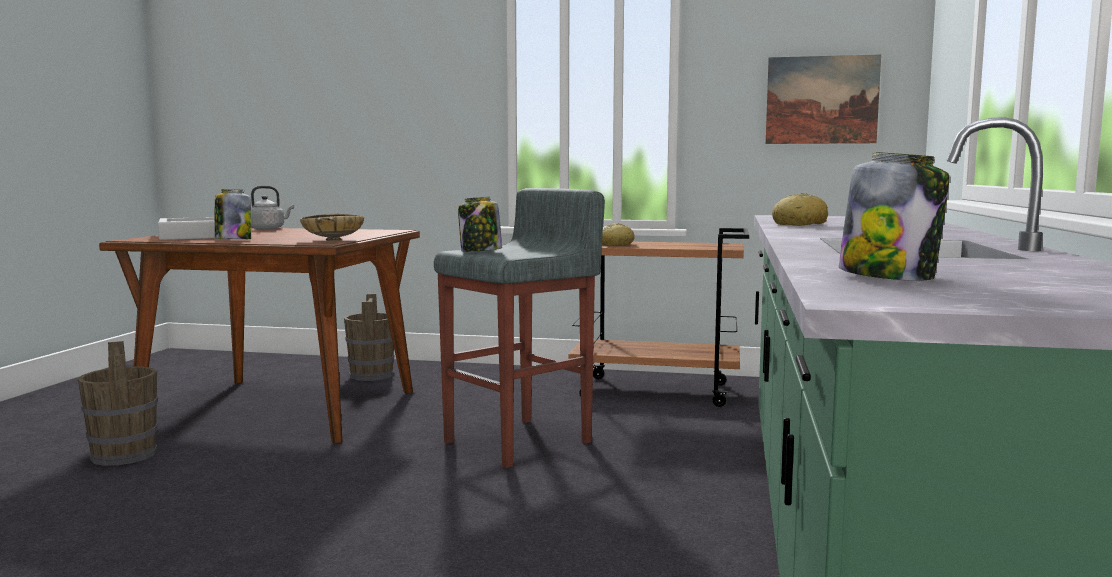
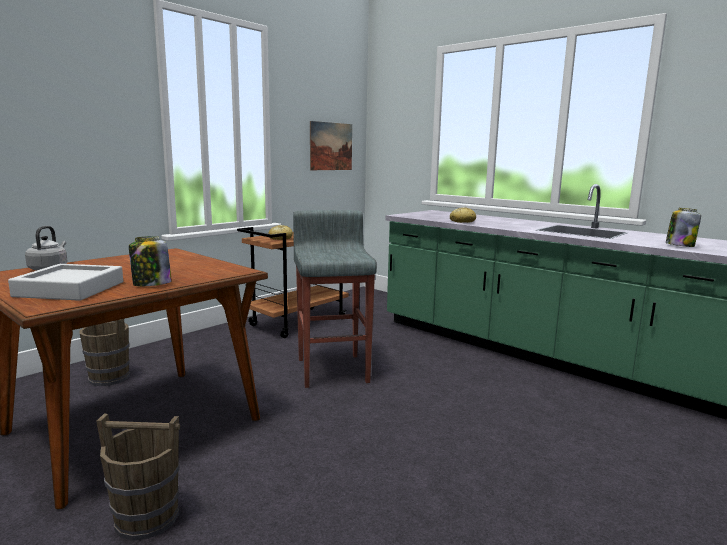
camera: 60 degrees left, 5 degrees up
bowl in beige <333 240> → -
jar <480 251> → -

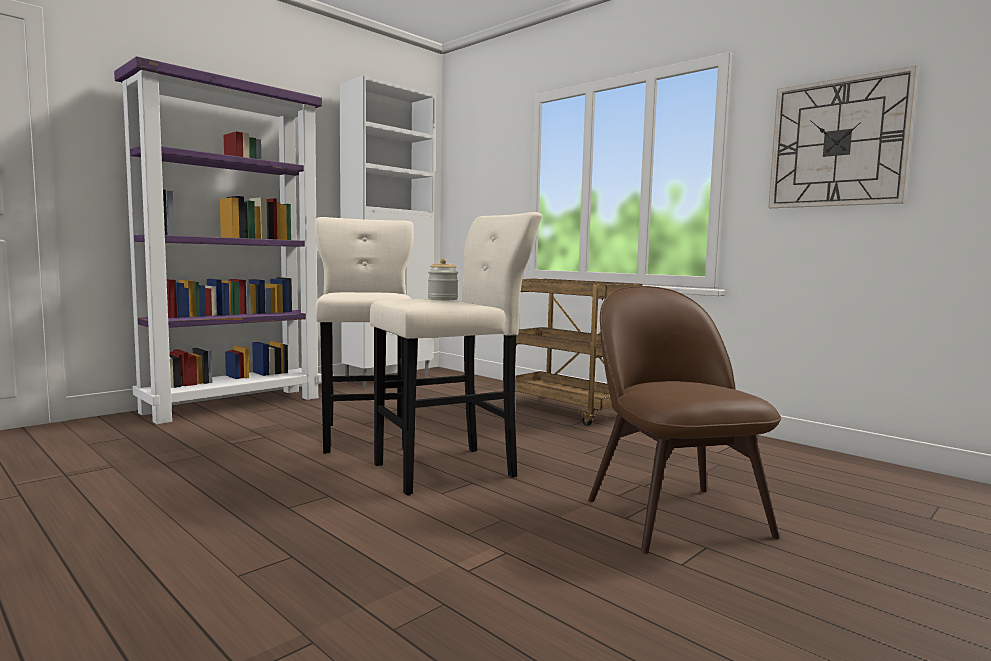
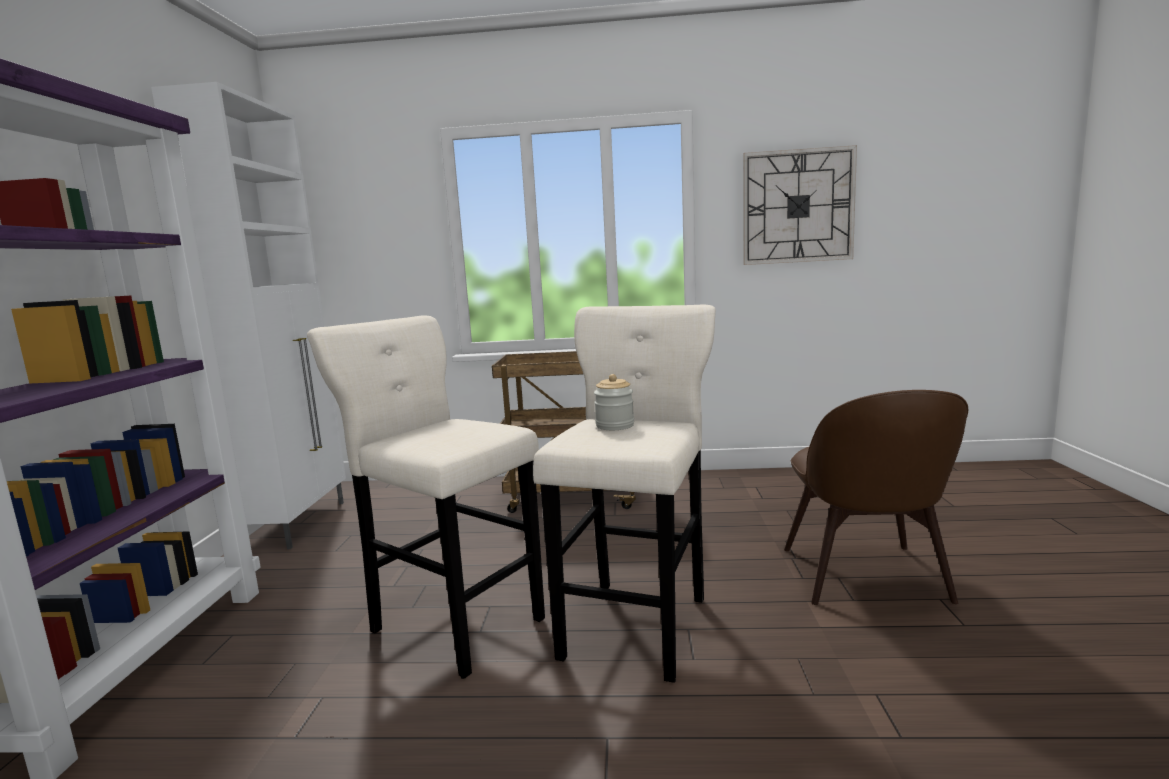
camera: 40 degrees left, 5 degrees up
chair in brown <673 514> → chair in brown <865 577>, 120 degrees counterclockwise

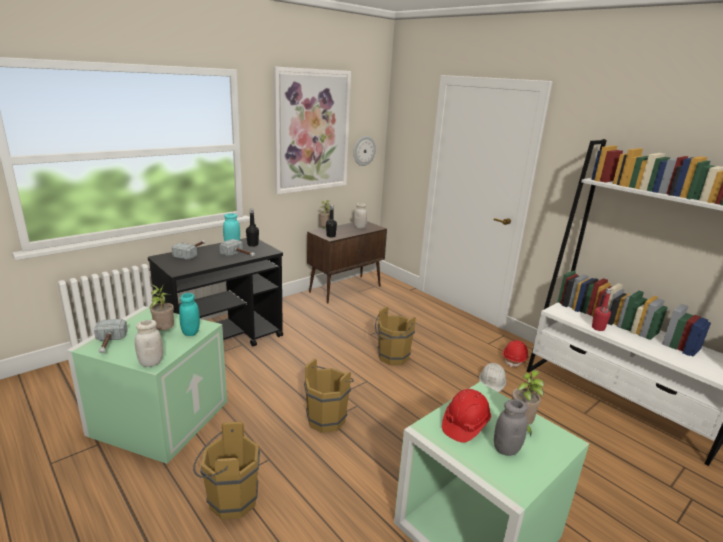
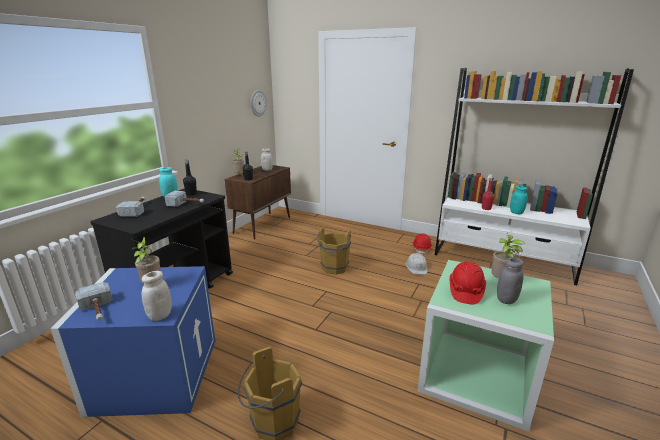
camera: 20 degrees left, 0 degrees up
picture <312 131> → -
bucket in brown <328 418> → -
jar in turquoise <191 332> → jar in turquoise <516 212>, moved
storage box in green <159 416> → storage box in blue <155 373>

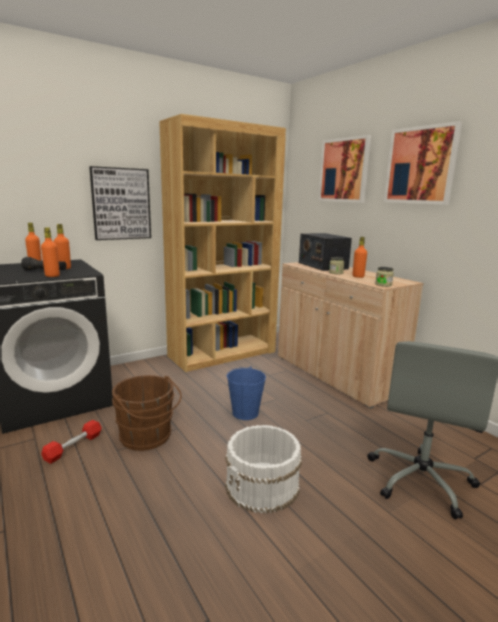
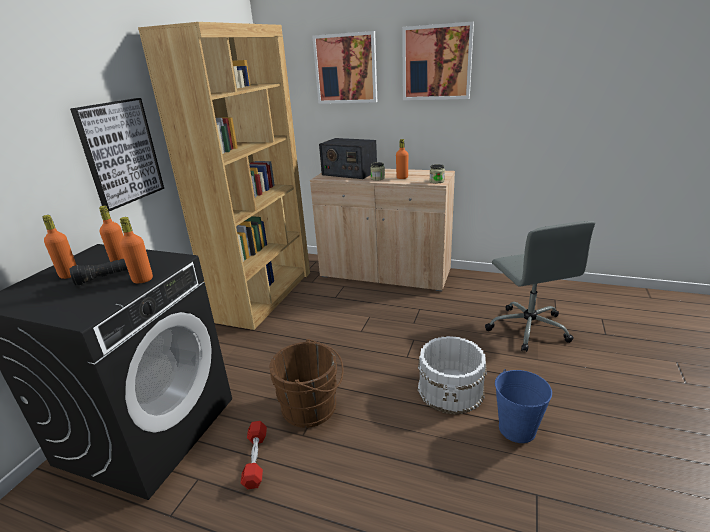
camera: 35 degrees left, 10 degrees up
bucket in blue <245 413> → bucket in blue <517 428>, moved

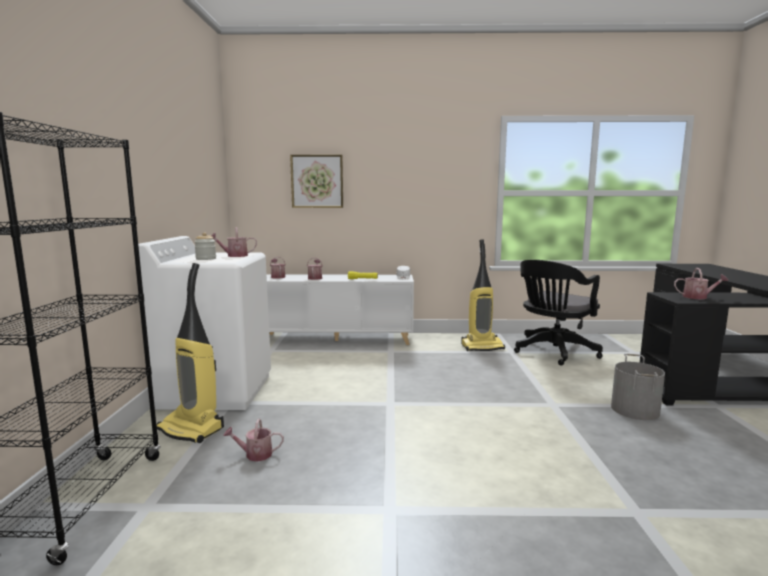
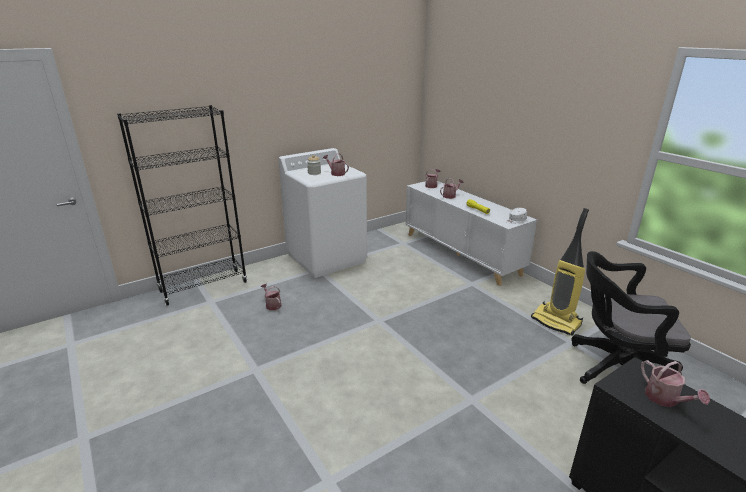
camera: 55 degrees right, 15 degrees up
vacuum cleaner <192 429> → -
picture <317 181> → -
bucket in grey <635 410> → -

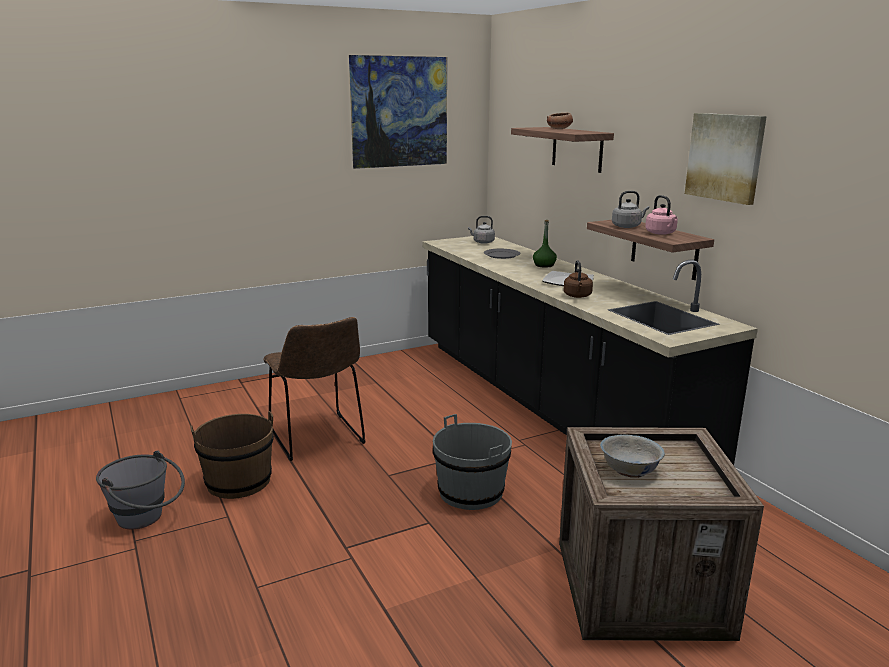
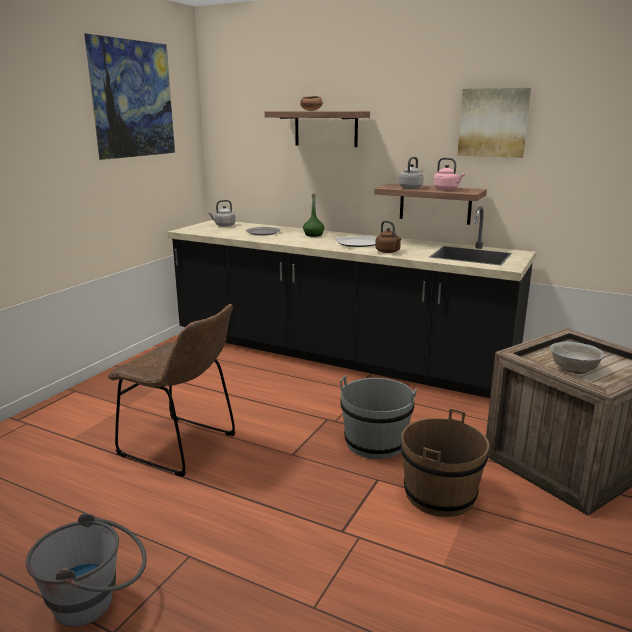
camera: 35 degrees left, 0 degrees up
bucket in brown <238 481> → bucket in brown <439 494>, moved

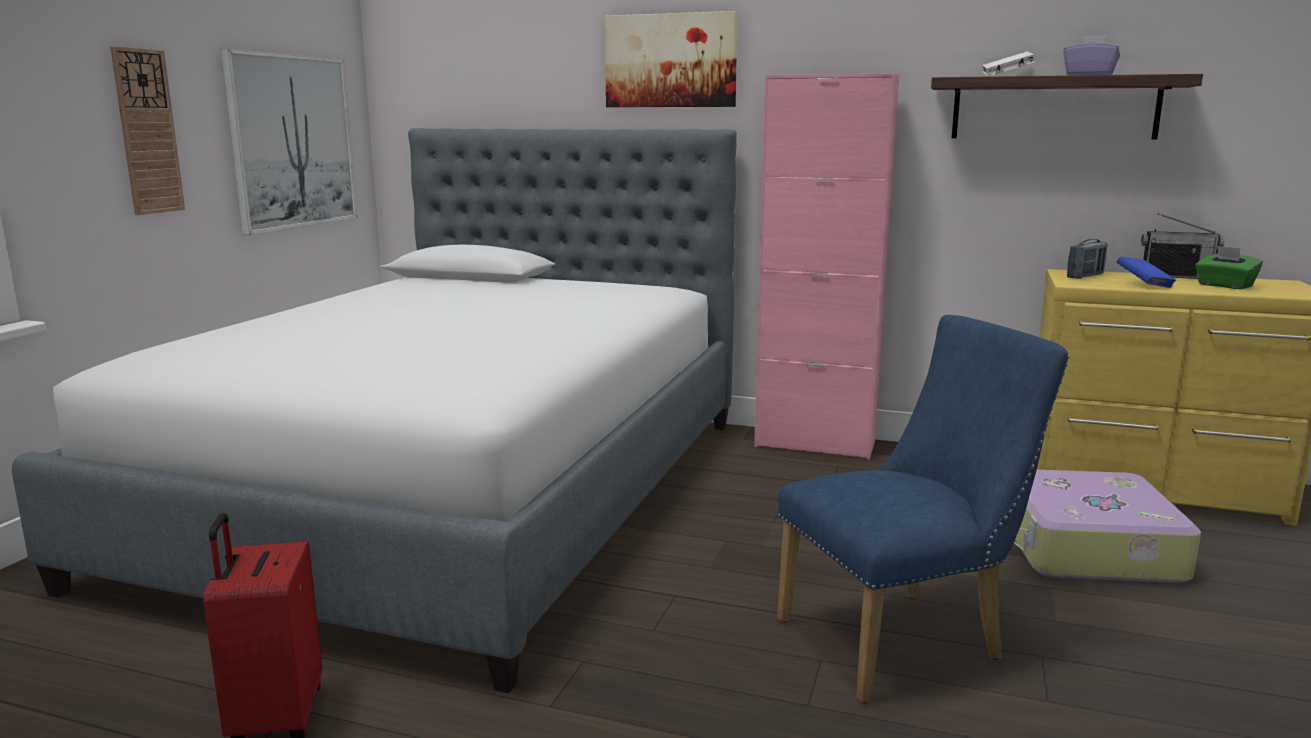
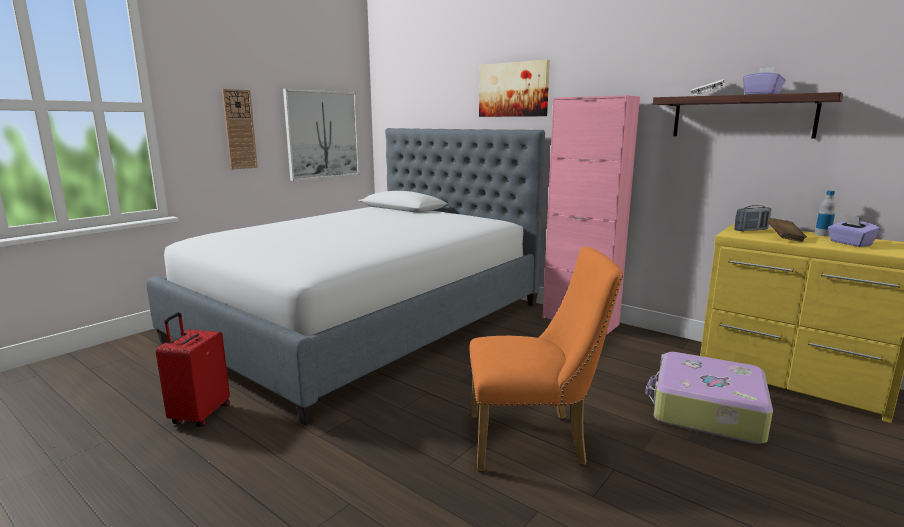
camera: 20 degrees right, 0 degrees up
radio <1176 276> → bottle <822 234>
chair in blue <903 639> → chair in orange <534 441>
book in blue <1143 285> → book in brown <784 238>
tissue box in green <1224 286> → tissue box in purple <850 243>

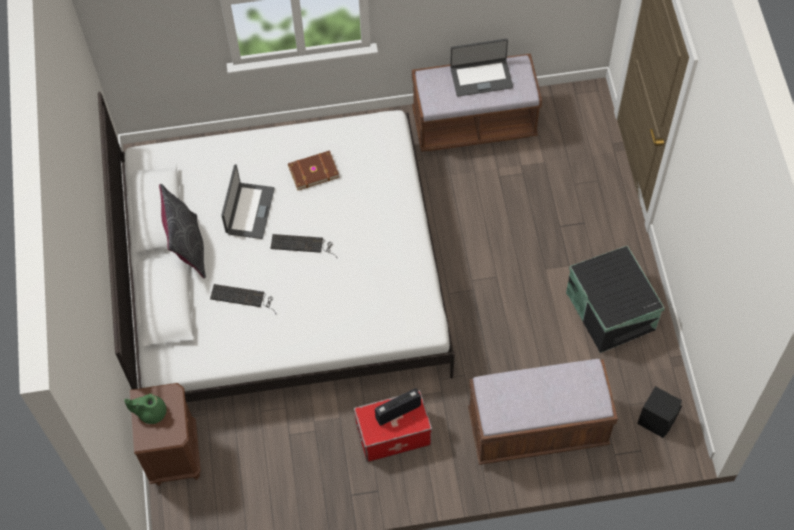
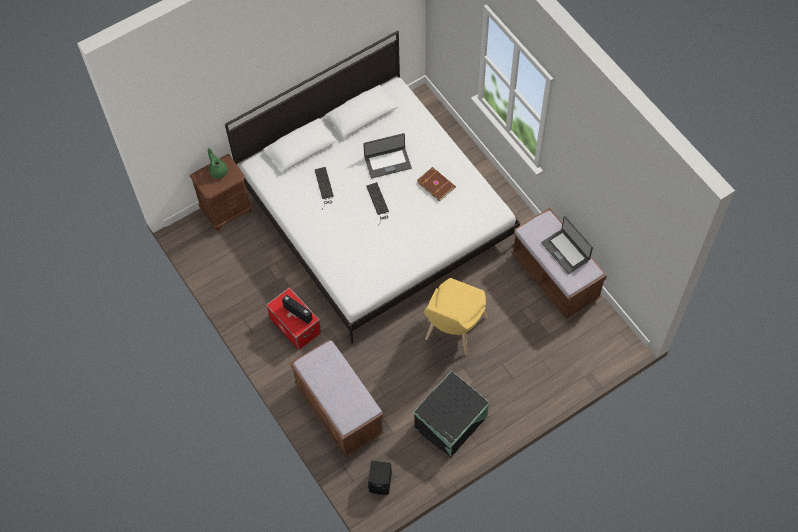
camera: 65 degrees right, 0 degrees up
pillow in grey <188 248> → -
- → chair in yellow <453 331>

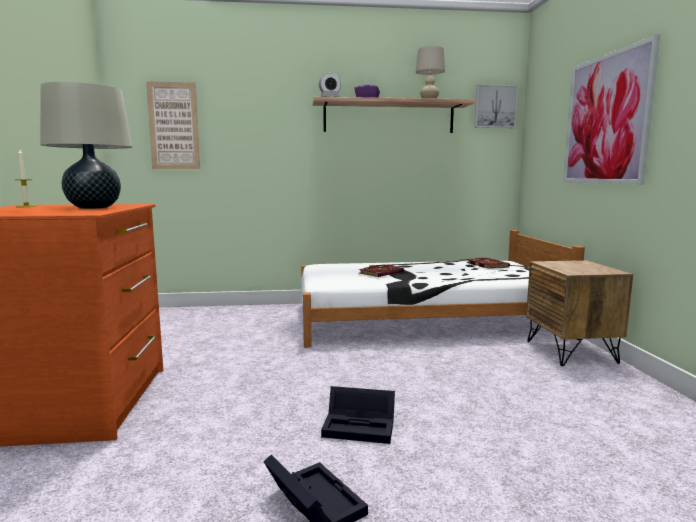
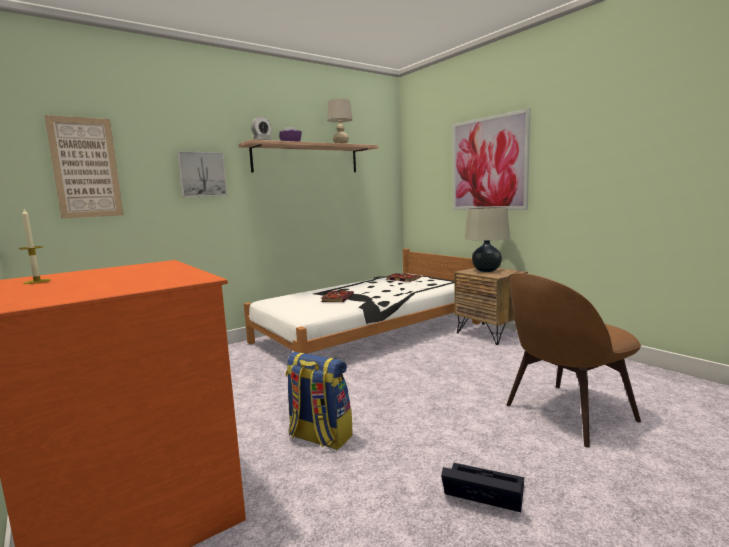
camera: 30 degrees left, 0 degrees up
storage box in black <361 426> → -
- → backpack <319 437>
- → chair in brown <566 414>
table lamp in beige <93 207> → table lamp in beige <486 270>, moved
picture <494 107> → picture <202 174>, moved

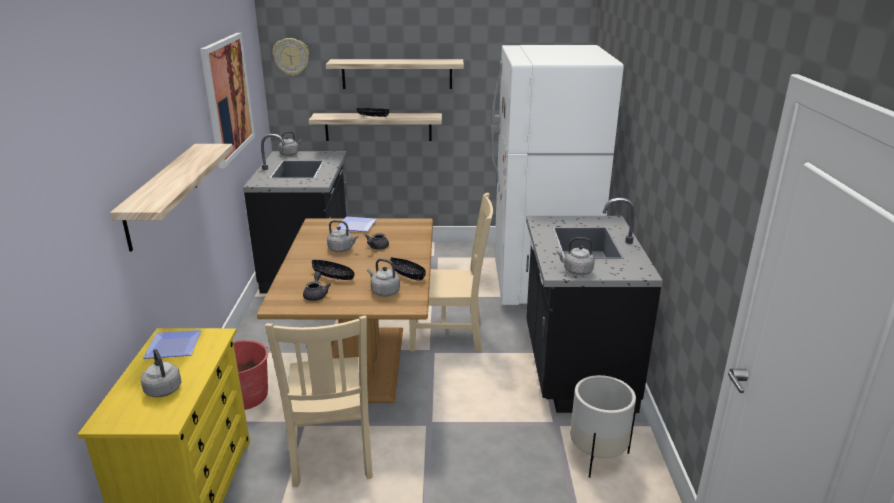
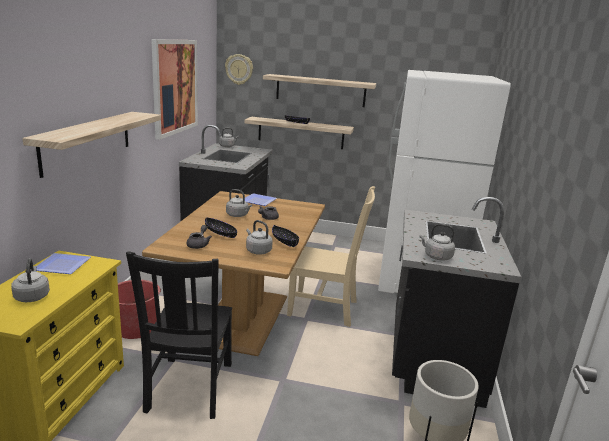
camera: 10 degrees right, 5 degrees down
chair in beige <332 452> → chair in black <189 389>

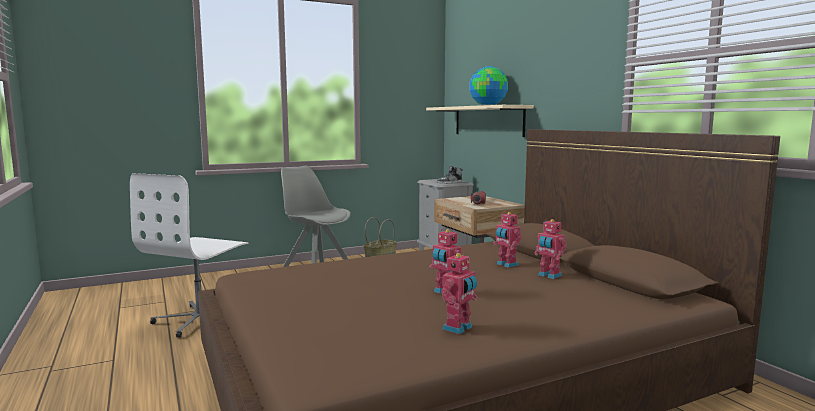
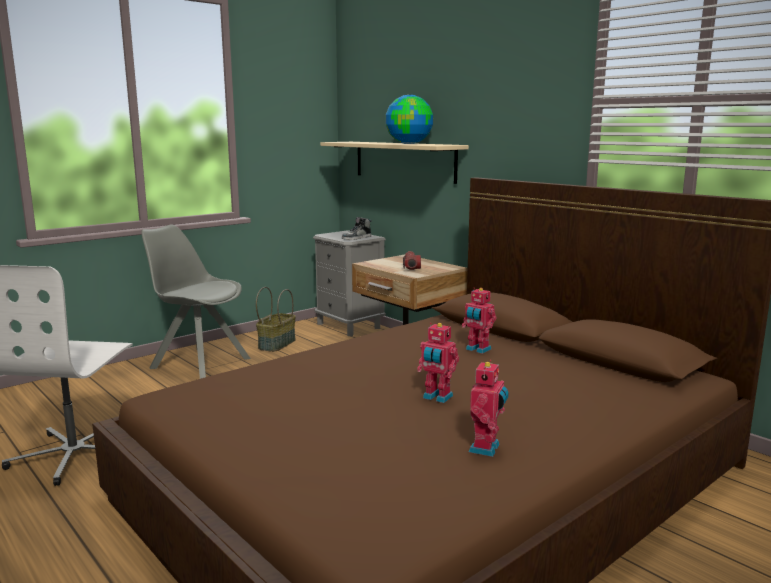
camera: 15 degrees left, 5 degrees up
toy robot <549 275> → -

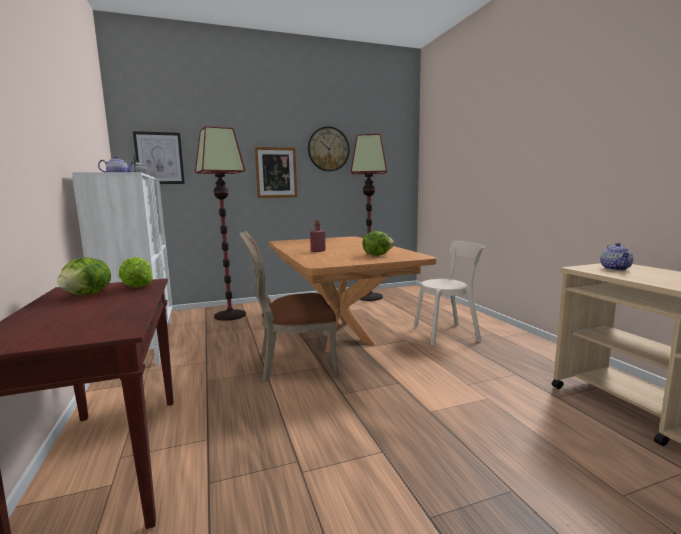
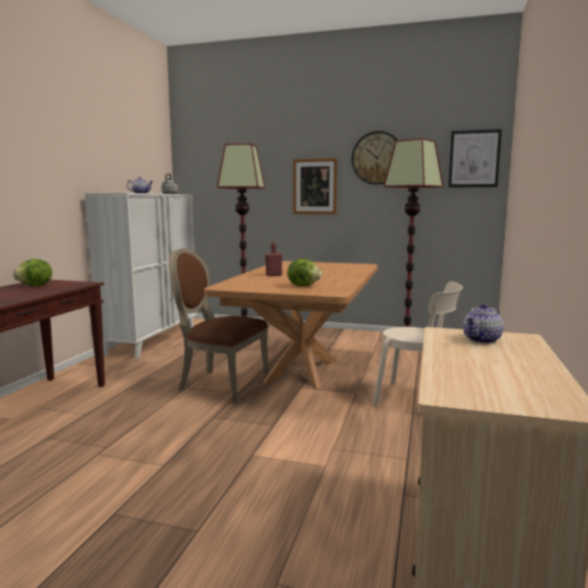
camera: 35 degrees right, 0 degrees up
lettuce <137 286> → -
picture <159 158> → picture <474 159>, moved

